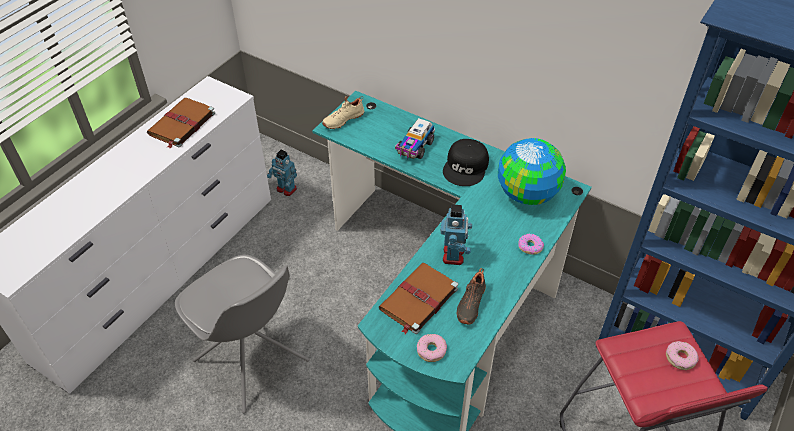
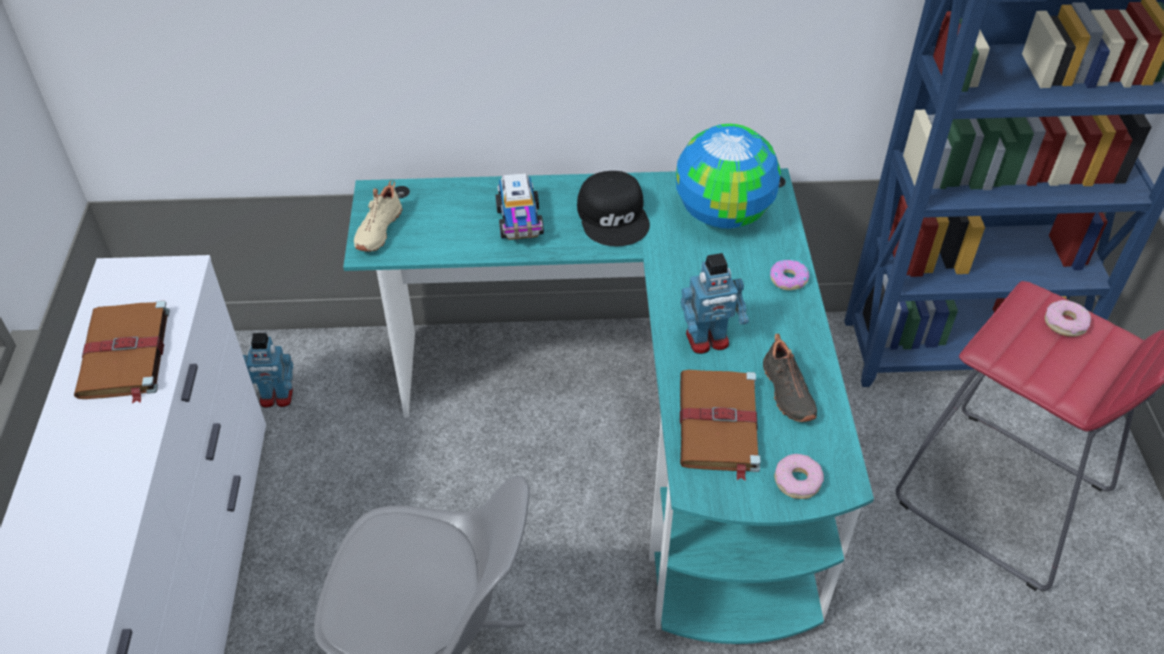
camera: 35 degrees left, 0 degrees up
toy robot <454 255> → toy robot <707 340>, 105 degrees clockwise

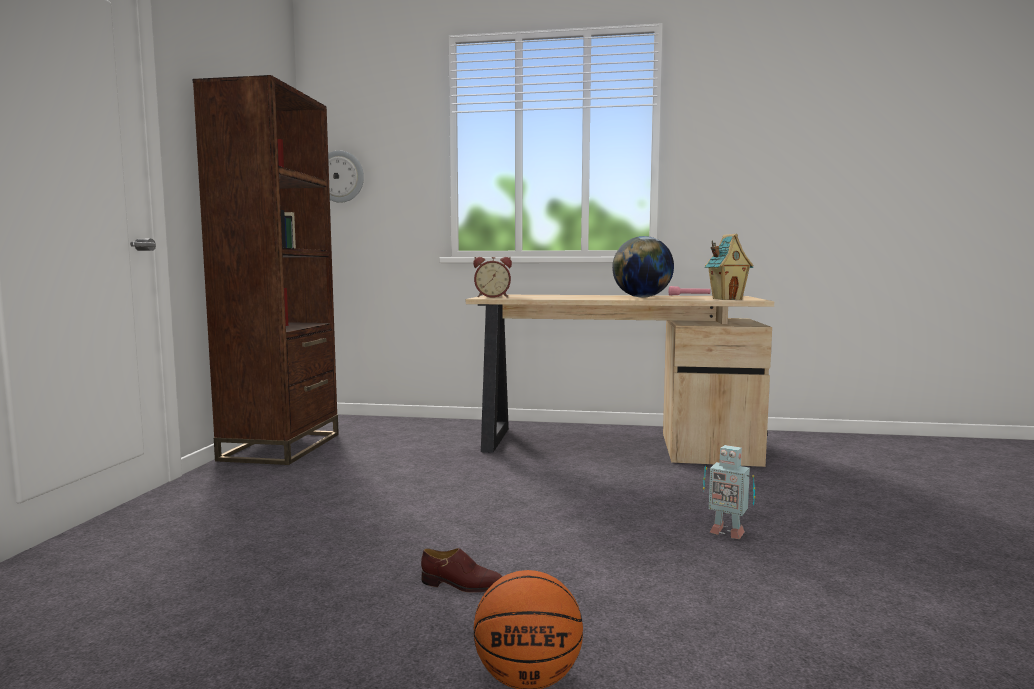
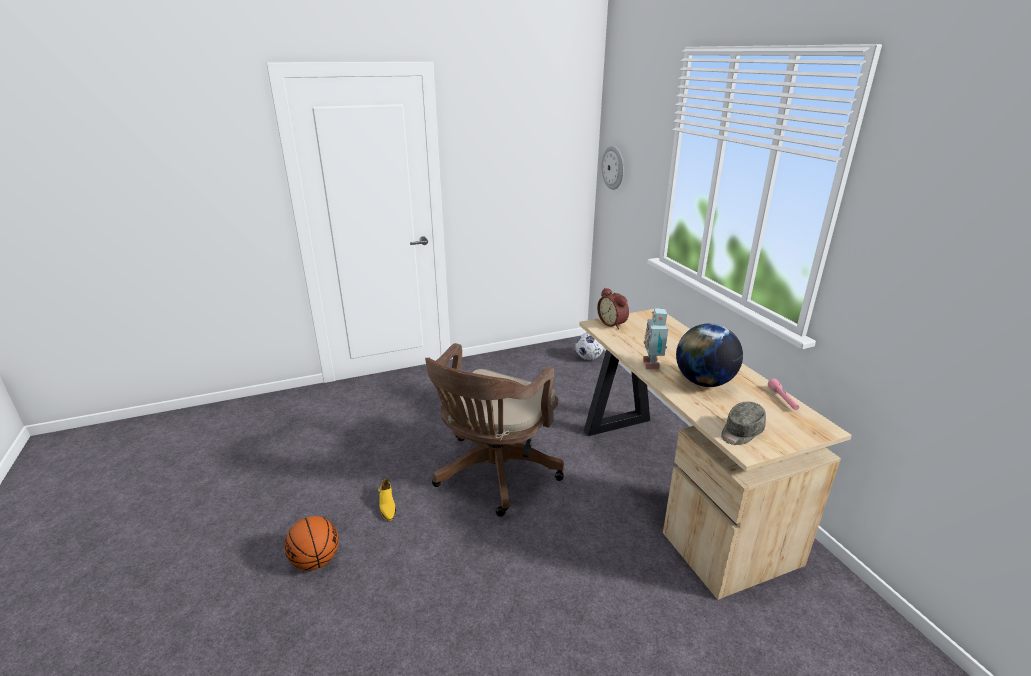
camera: 60 degrees right, 20 degrees up
bookcase in brown <281 447> → -
- → office chair in brown <493 474>
- → football <588 358>
toy robot <726 531> → toy robot <652 364>, moved
toy house <727 299> → cap in grey <741 432>
shoe in brown <462 585> → shoe in yellow <387 506>

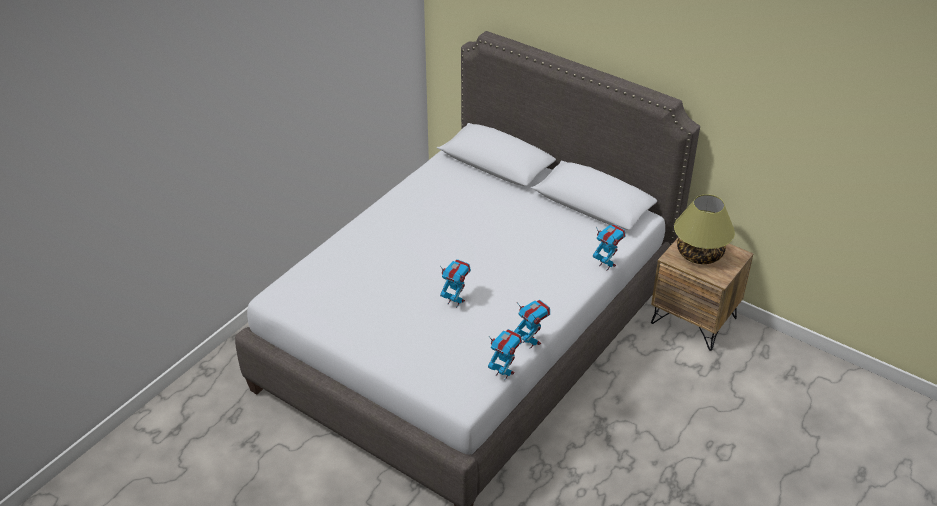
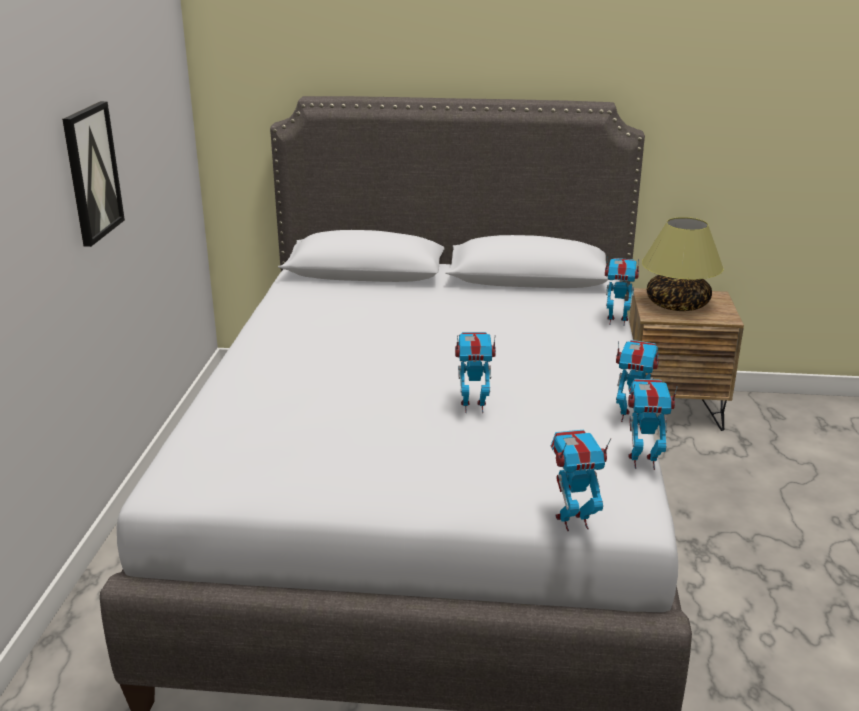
camera: 30 degrees left, 15 degrees down
- → picture <91 173>
- → toy robot <573 521>

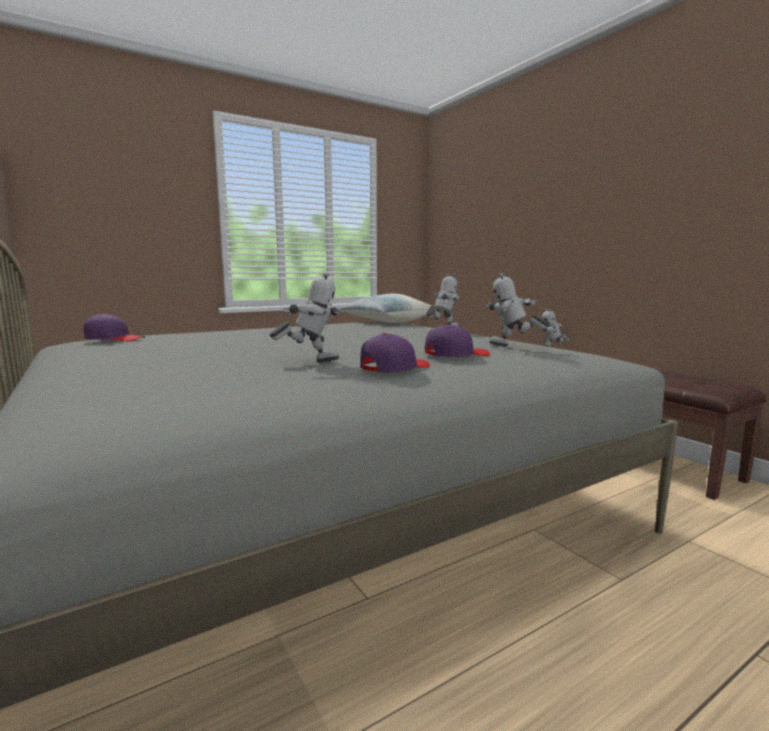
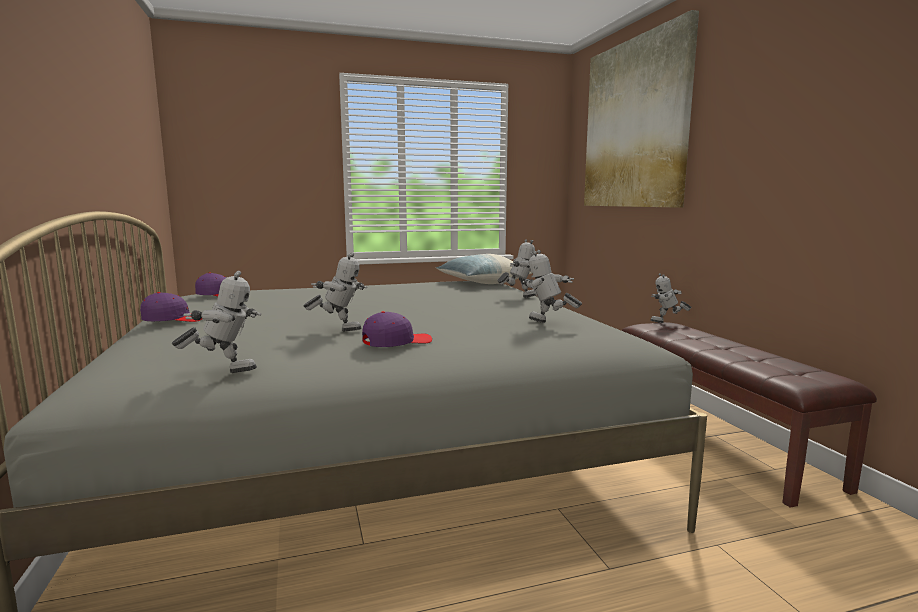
camera: 15 degrees right, 0 degrees up
- → toy robot <224 371>
- → picture <635 124>
cap in purple <456 355> → cap in purple <174 319>, moved

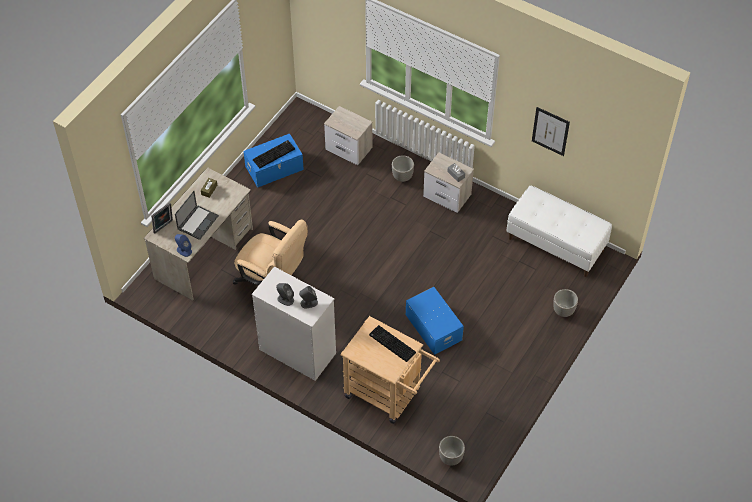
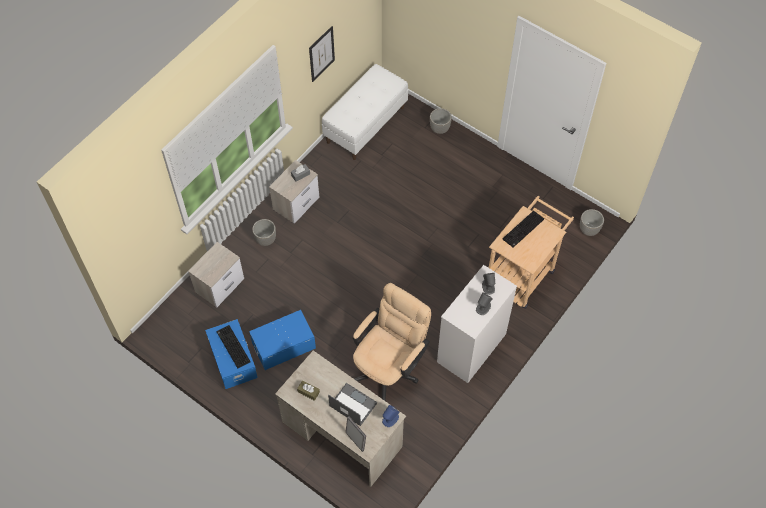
camera: 85 degrees left, 5 degrees up
storage box in blue <434 327> → storage box in blue <283 345>, moved

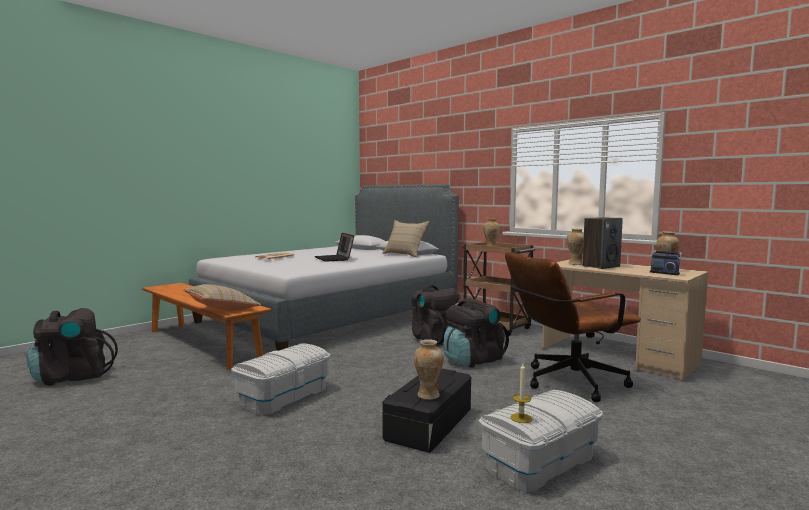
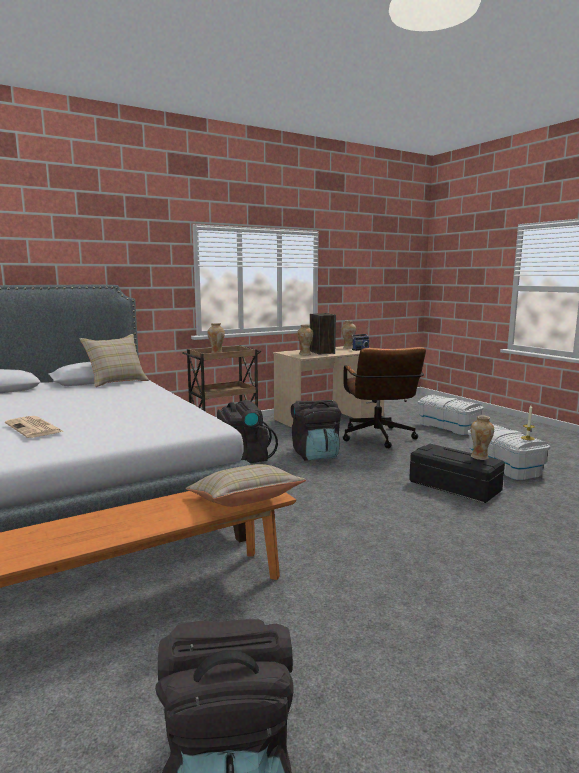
camera: 75 degrees left, 5 degrees up
laptop <334 259> → -
storage box in white <283 396> → storage box in white <448 427>, moved

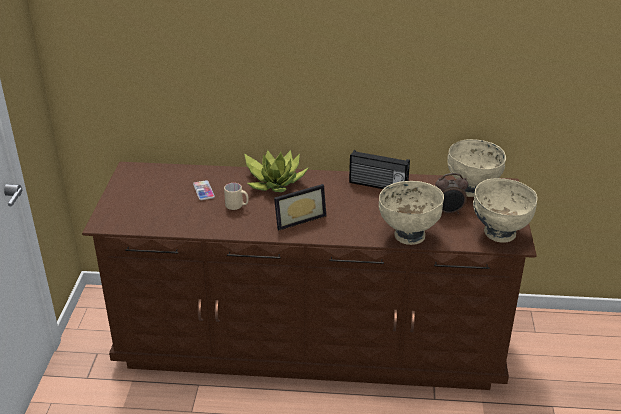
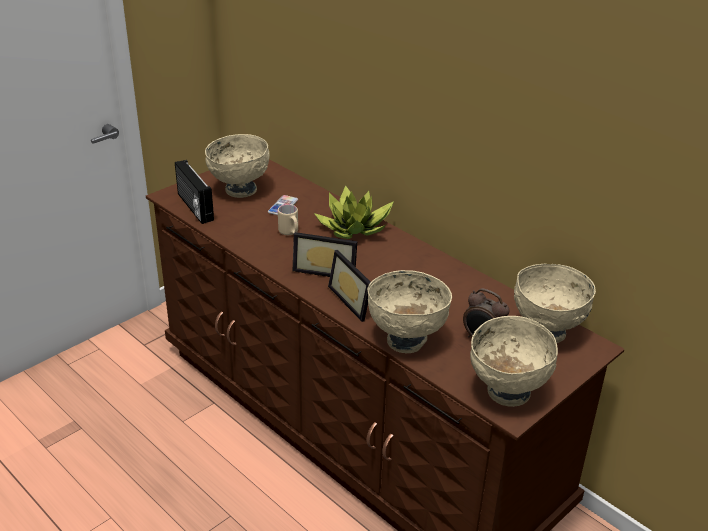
camera: 40 degrees right, 0 degrees up
- → bowl in beige <240 190>
- → picture frame <355 300>
radio <378 185> → radio <194 207>, moved

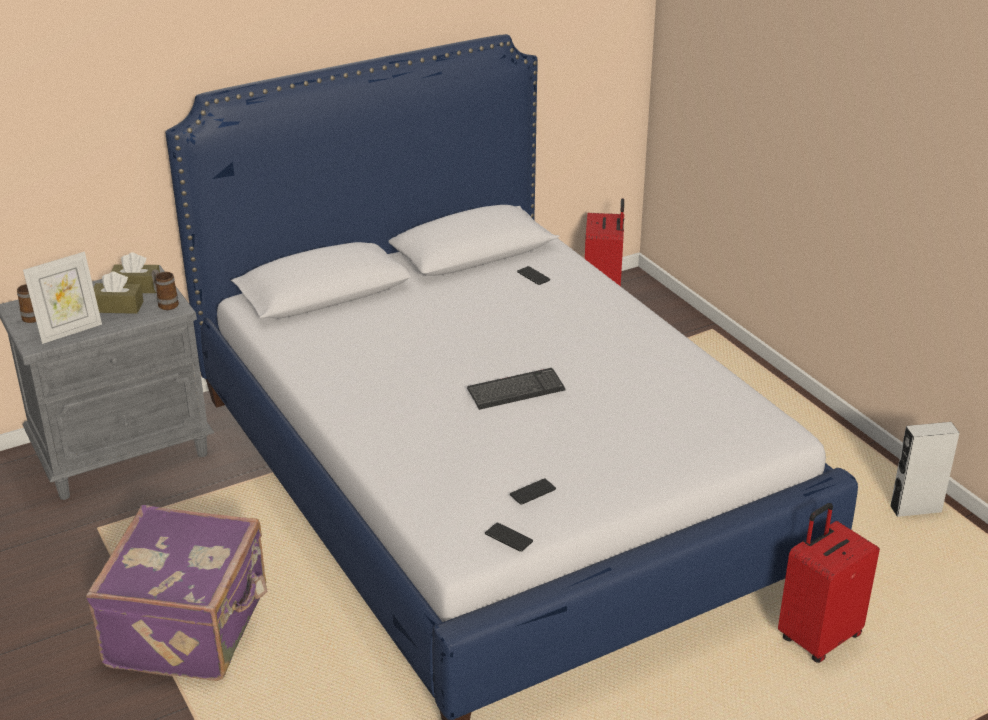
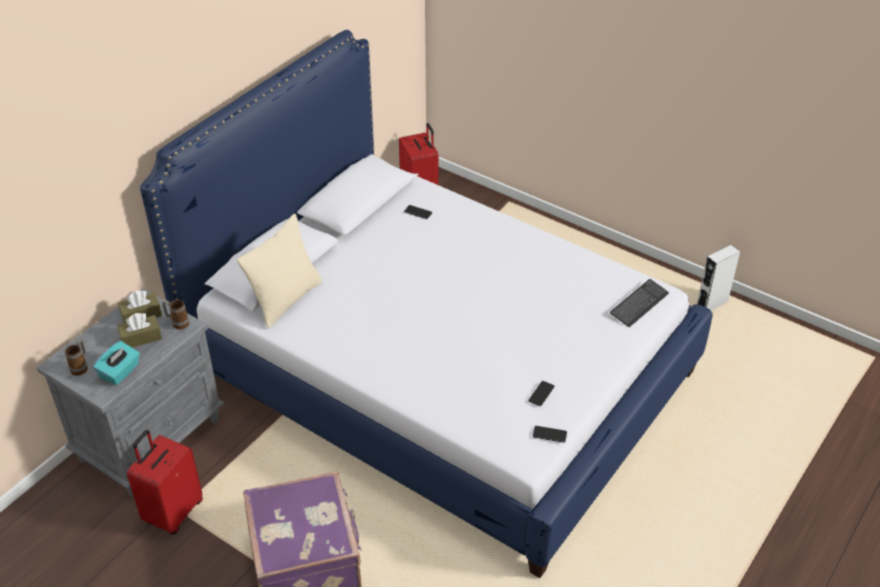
camera: 25 degrees left, 10 degrees up
- → pillow in beige <286 300>
keyboard <516 391> → keyboard <639 304>, moved
suitcase in red <818 637> → suitcase in red <173 512>, moved
picture frame <69 331> → tissue box in turquoise <120 372>

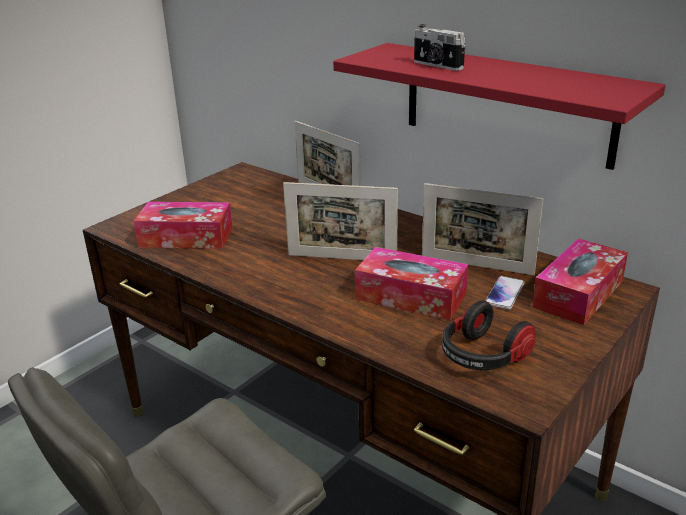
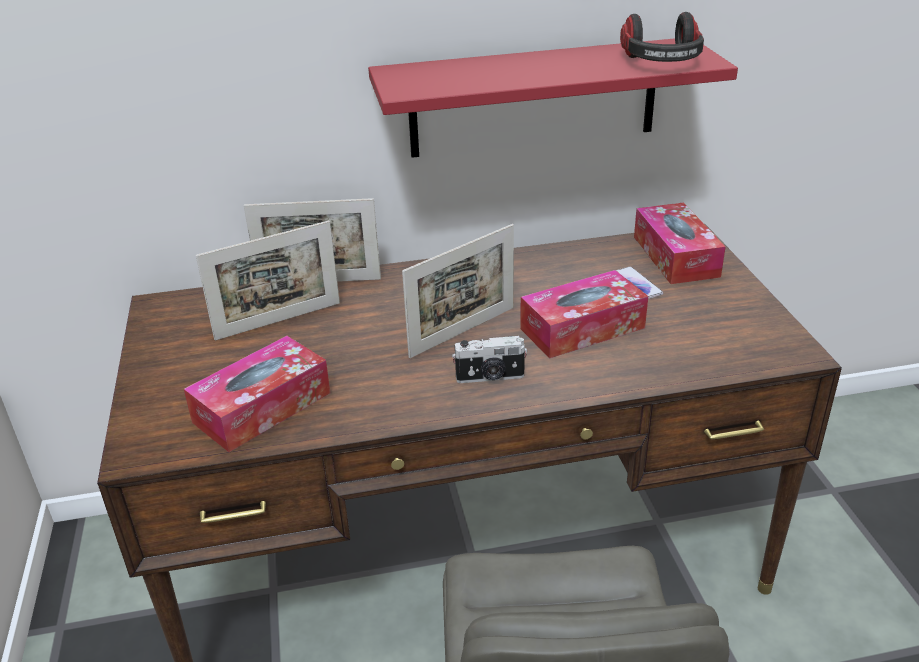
camera: 50 degrees left, 5 degrees up
photo camera <437 65> → photo camera <490 377>, moved
picture frame <476 265> → picture frame <278 321>, moved
headphones <482 357> → headphones <661 62>, moved

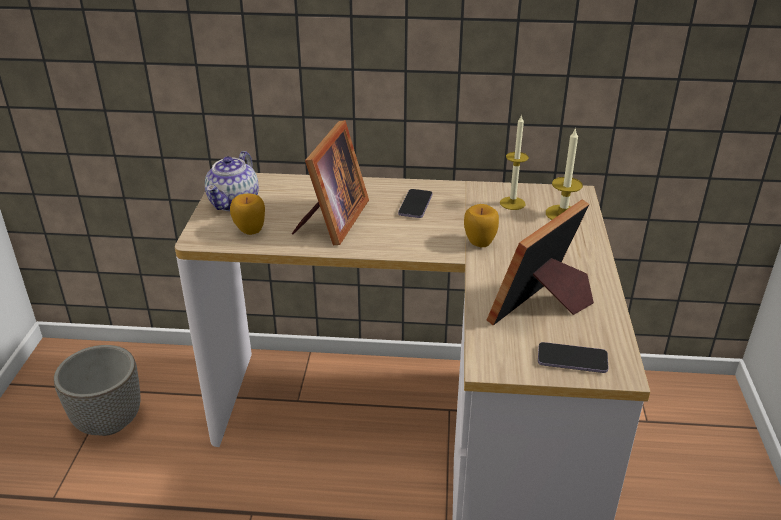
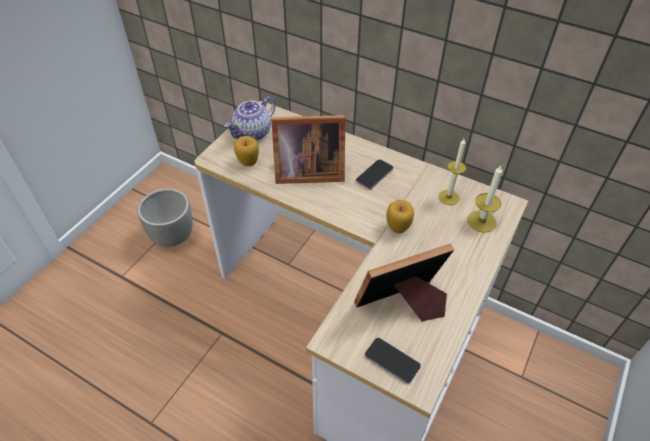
camera: 25 degrees right, 15 degrees up
picture frame <332 221> → picture frame <306 171>, 45 degrees clockwise

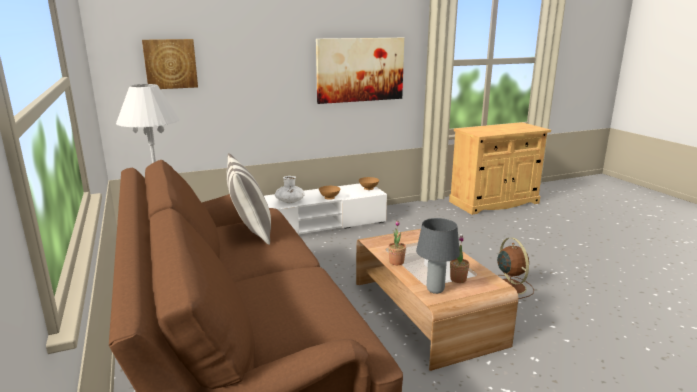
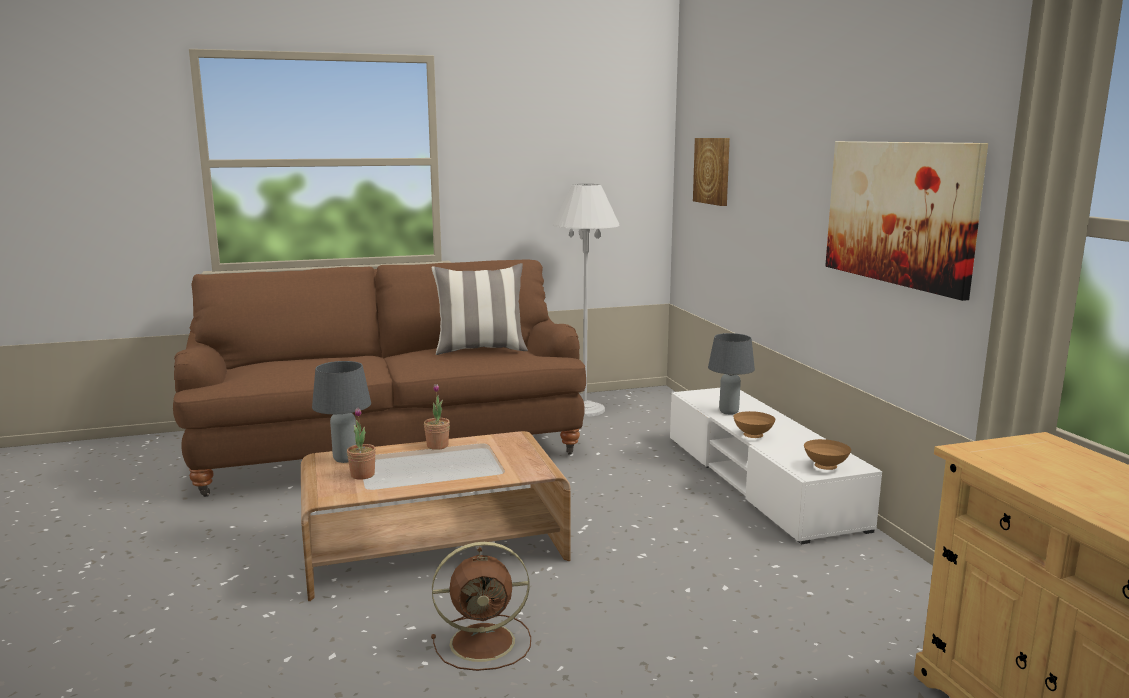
camera: 95 degrees right, 5 degrees down
vase in white <289 201> → table lamp in grey <728 412>

